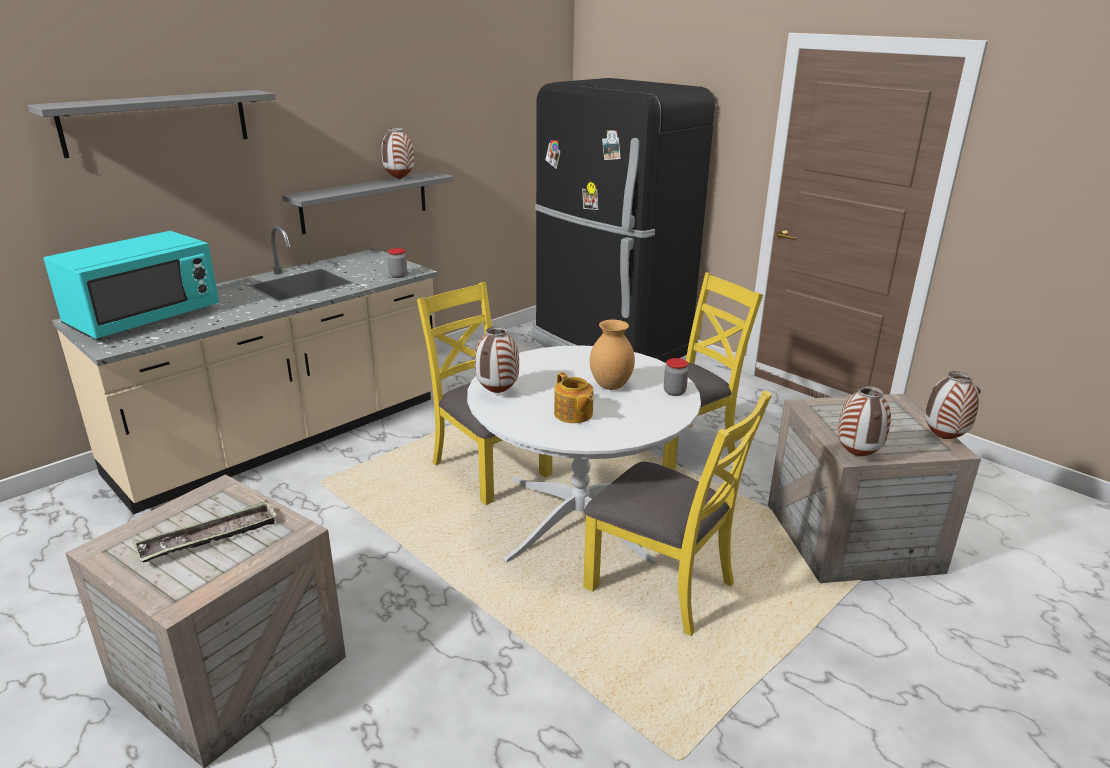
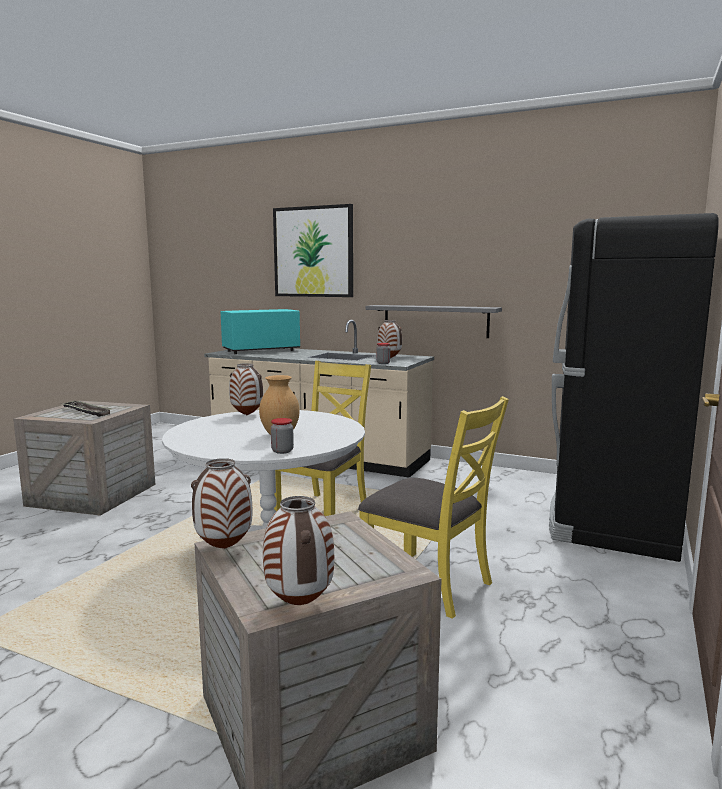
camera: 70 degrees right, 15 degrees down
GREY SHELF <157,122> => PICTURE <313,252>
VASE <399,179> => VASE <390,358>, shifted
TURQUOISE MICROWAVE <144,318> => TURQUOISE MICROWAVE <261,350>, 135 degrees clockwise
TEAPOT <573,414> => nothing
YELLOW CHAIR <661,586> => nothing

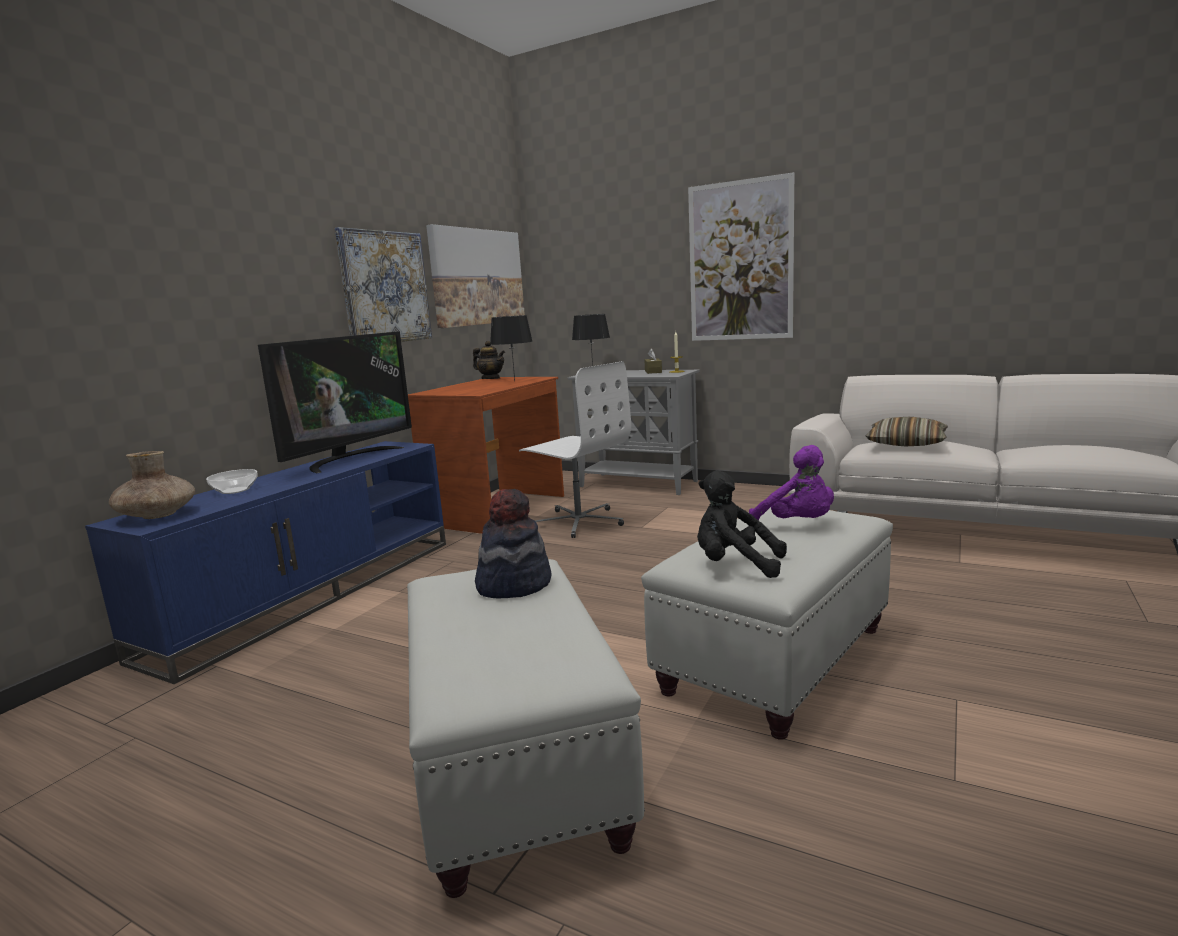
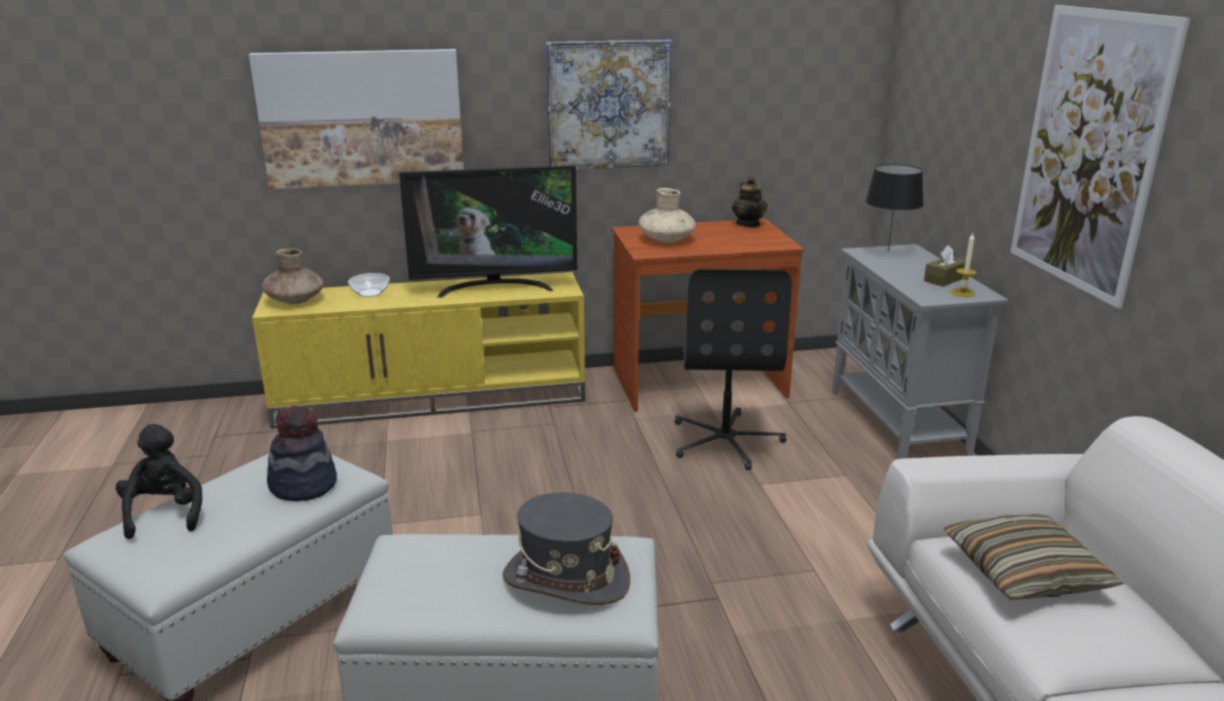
camera: 50 degrees right, 10 degrees up
PICTURE <477,277> => PICTURE <362,118>, shifted
BLACK TABLE LAMP <515,381> => nothing
WHITE OFFICE CHAIR <579,522> => BLACK OFFICE CHAIR <726,440>
BLUE TV STAND <311,593> => YELLOW TV STAND <433,398>
PURPLE PLUSH TOY <798,524> => GREY HAT <565,579>
BLACK PLUSH TOY <735,565> => BLACK PLUSH TOY <165,514>, shifted
nothing => BEIGE VASE <666,240>

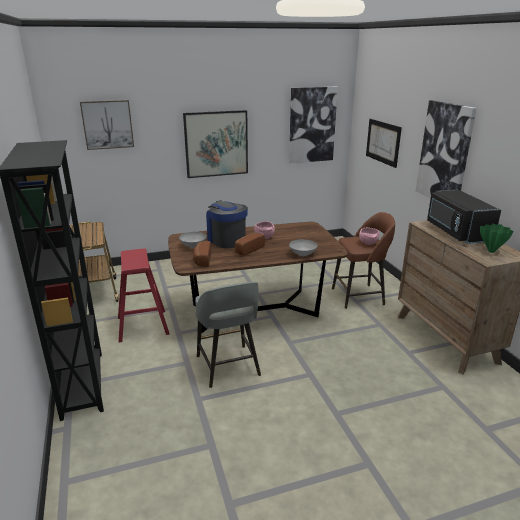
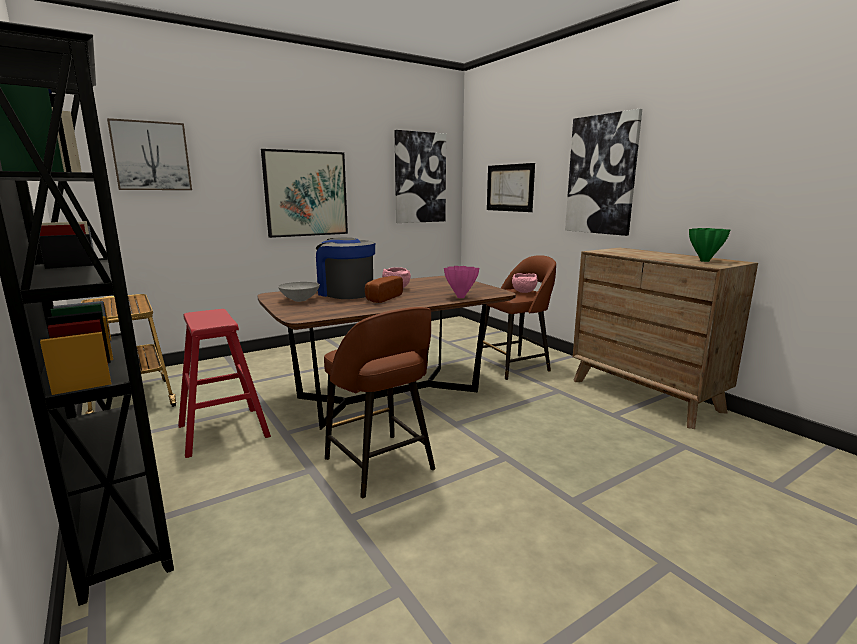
camera: 15 degrees left, 10 degrees down
BLACK MICROWAVE <456,232> => nothing
GREY BOWL <303,254> => PINK VASE <460,297>
BREAD <201,260> => nothing
GREY STOOL <228,367> => BROWN STOOL <380,465>

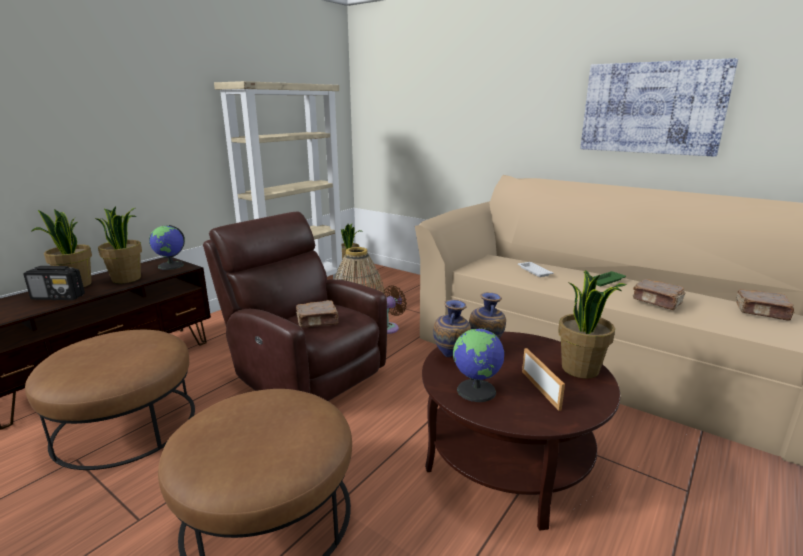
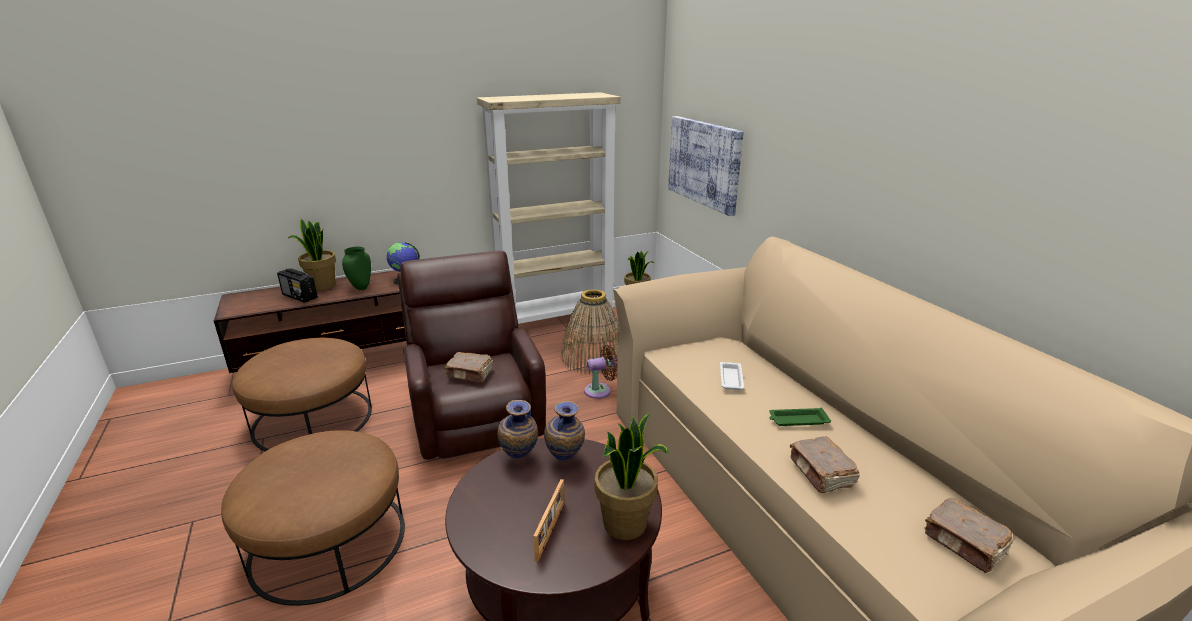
camera: 30 degrees right, 5 degrees up
PICTURE <652,108> => PICTURE <705,163>, shifted
POTTED PLANT <127,278> => GREEN VASE <361,288>
GLOBE <477,391> => nothing

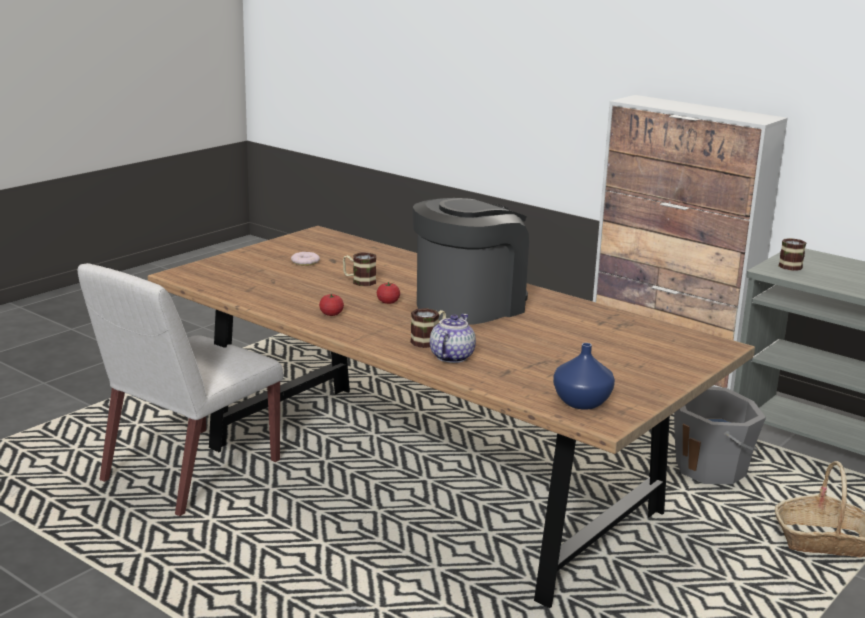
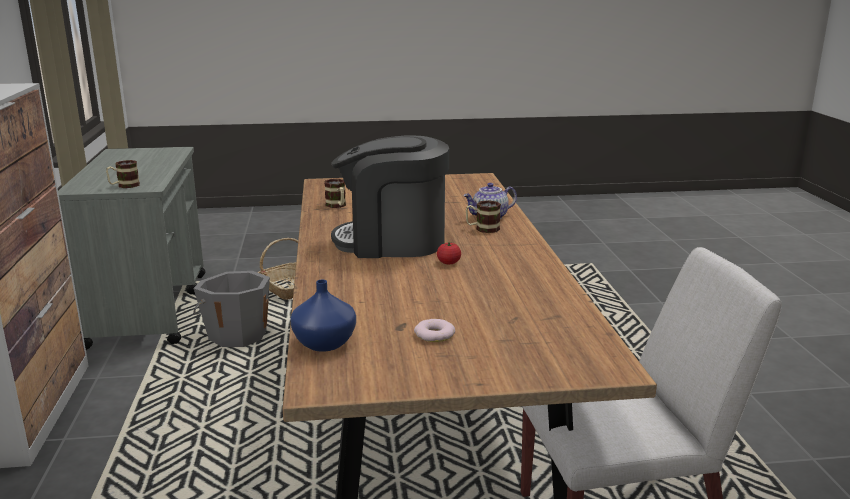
camera: 135 degrees left, 0 degrees up
MUG <359,281> => MUG <337,206>, shifted
TOMATO <331,314> => nothing
BLUE VASE <581,402> => BLUE VASE <323,344>, shifted

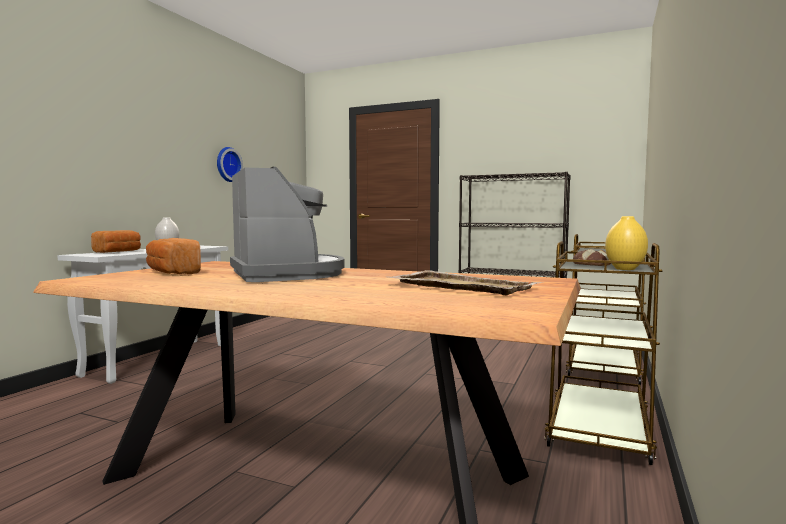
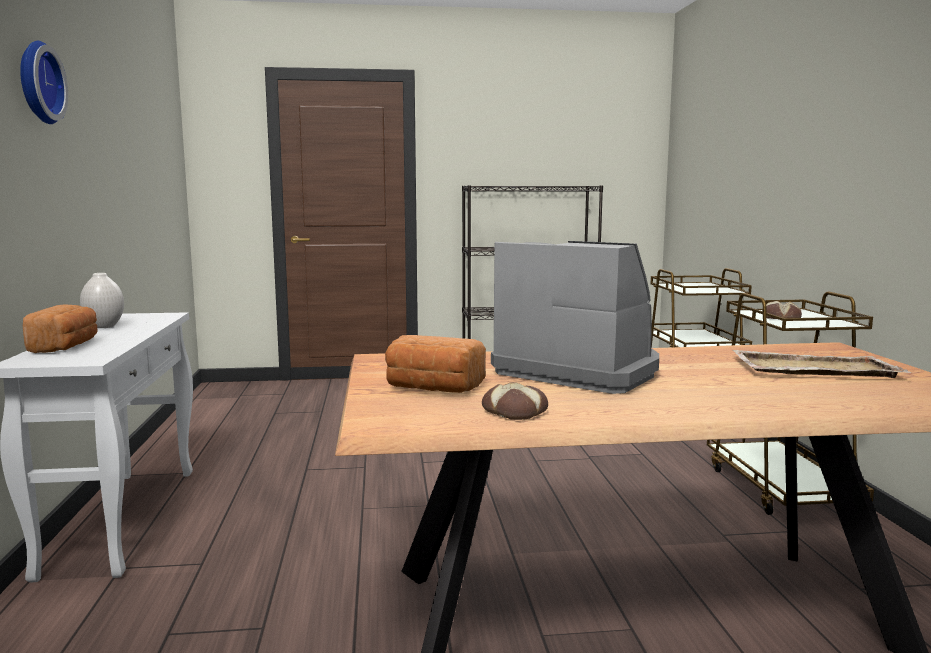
camera: 30 degrees left, 5 degrees up
WALL CLOCK <227,164> => WALL CLOCK <36,83>, shifted
YELLOW VASE <625,269> => nothing
nothing => BREAD <515,411>

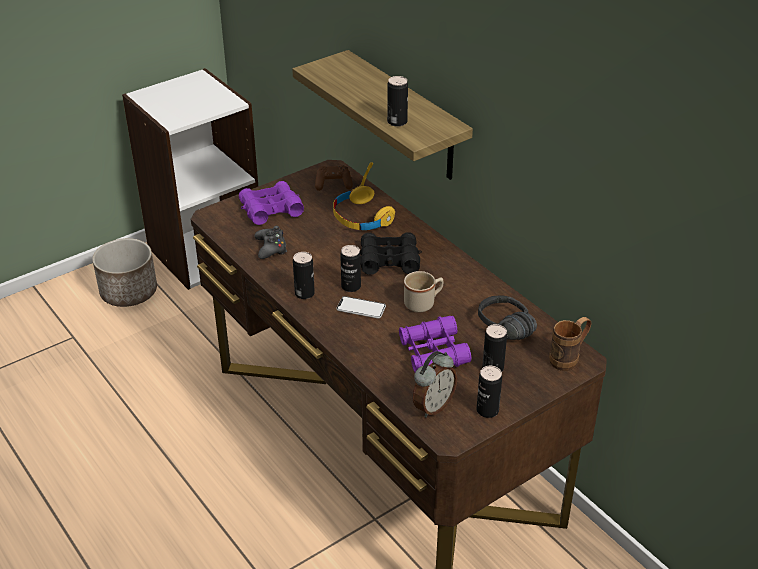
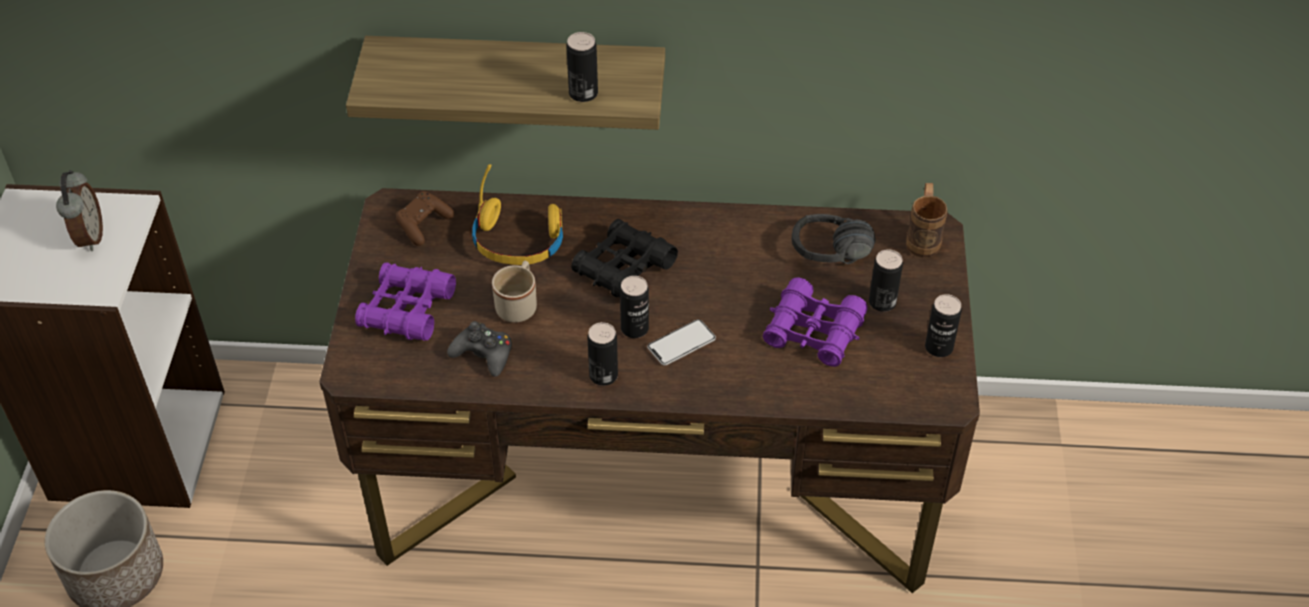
camera: 50 degrees left, 10 degrees up
BEIGE MUG <423,303> => BEIGE MUG <518,304>, shifted
ALARM CLOCK <432,406> => ALARM CLOCK <88,237>, shifted

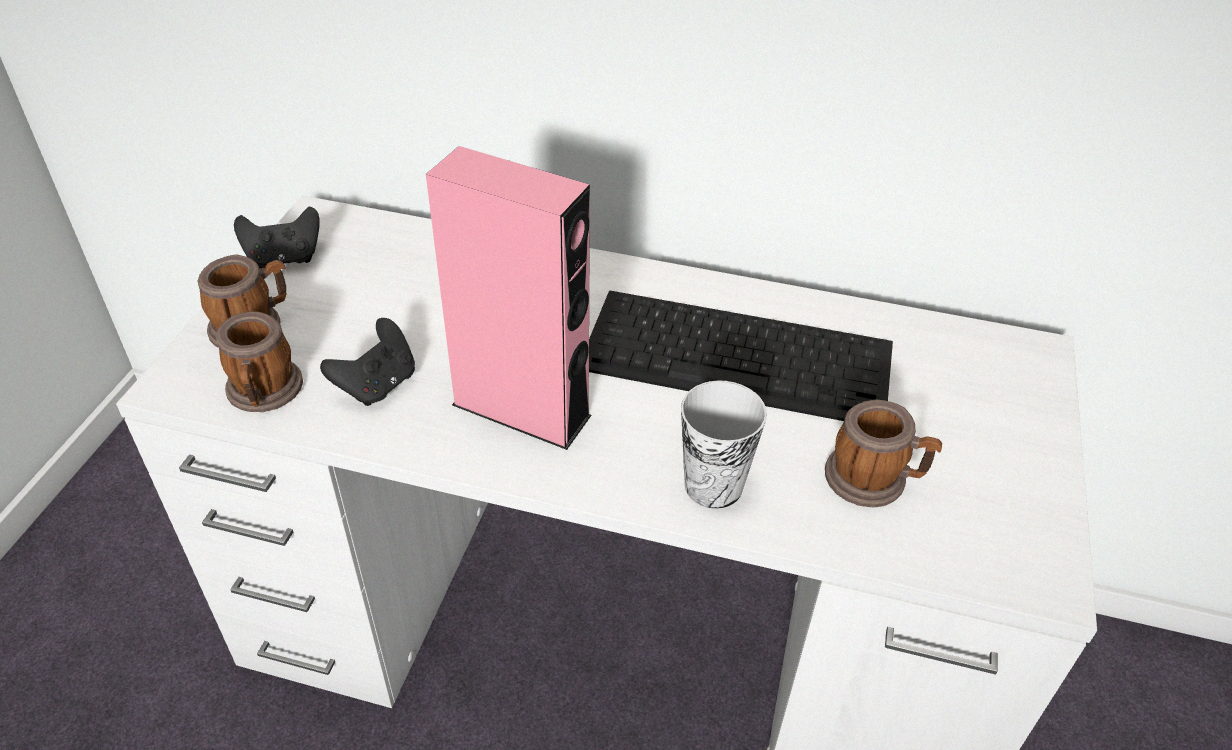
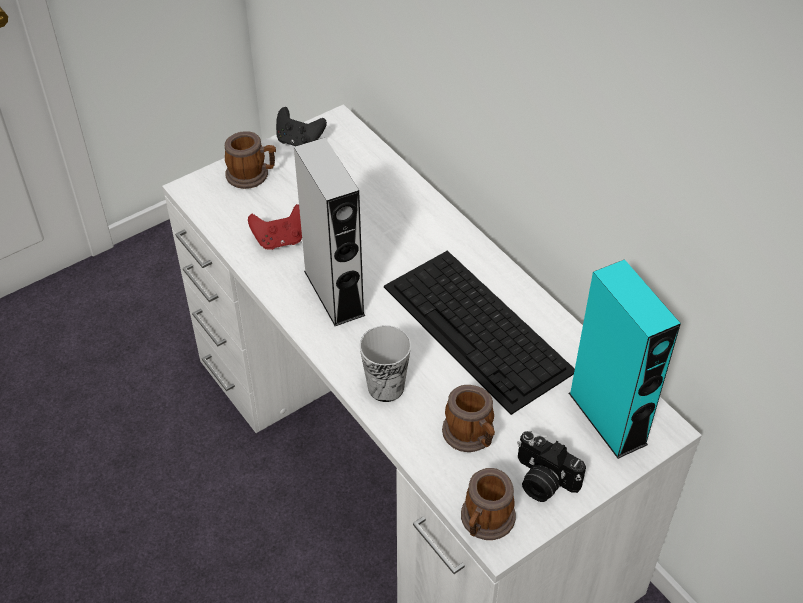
camera: 40 degrees right, 5 degrees up
PINK SPEAKER <521,410> => GREY SPEAKER <334,293>
MUG <264,393> => MUG <485,522>, shifted
BLACK GAME CONTROLLER <377,385> => RED GAME CONTROLLER <280,240>
nothing => TURQUOISE SPEAKER <607,418>
nothing => PHOTO CAMERA <542,481>

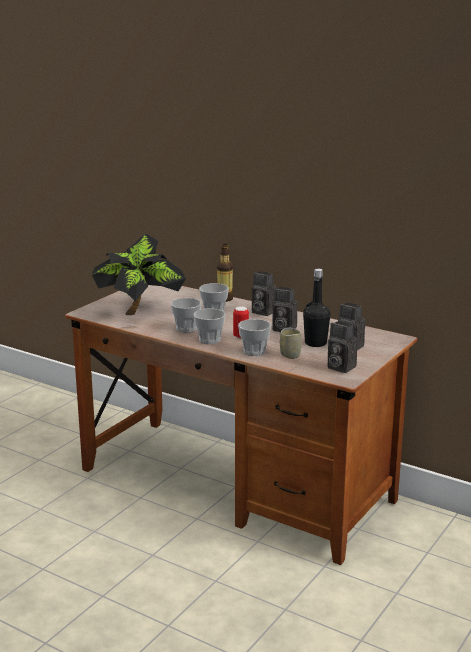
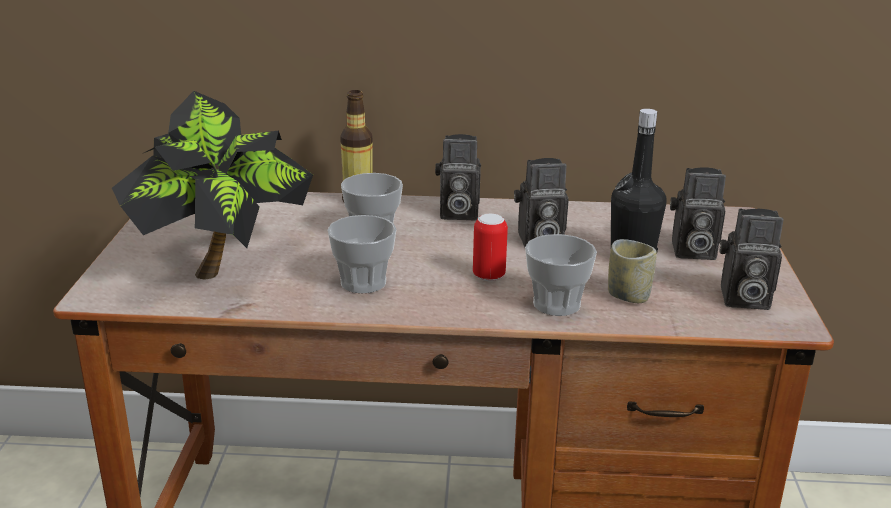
camera: 30 degrees left, 5 degrees up
CUP <209,340> => nothing

